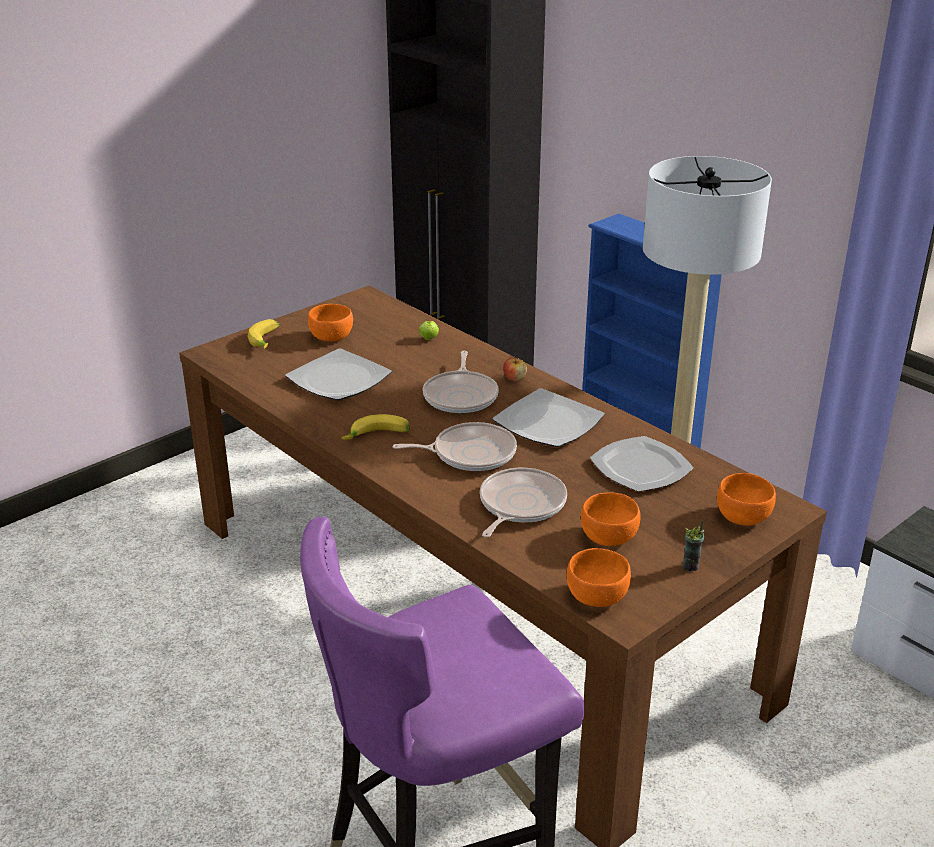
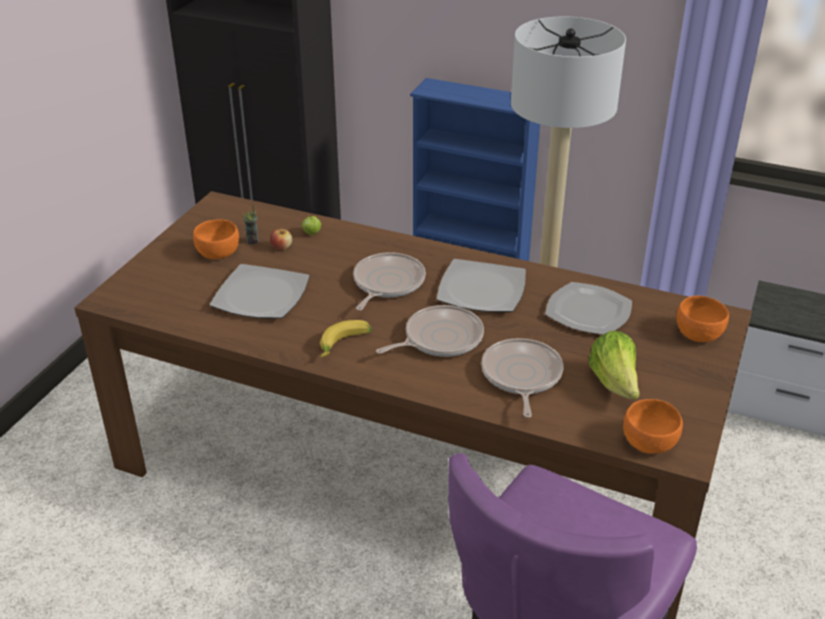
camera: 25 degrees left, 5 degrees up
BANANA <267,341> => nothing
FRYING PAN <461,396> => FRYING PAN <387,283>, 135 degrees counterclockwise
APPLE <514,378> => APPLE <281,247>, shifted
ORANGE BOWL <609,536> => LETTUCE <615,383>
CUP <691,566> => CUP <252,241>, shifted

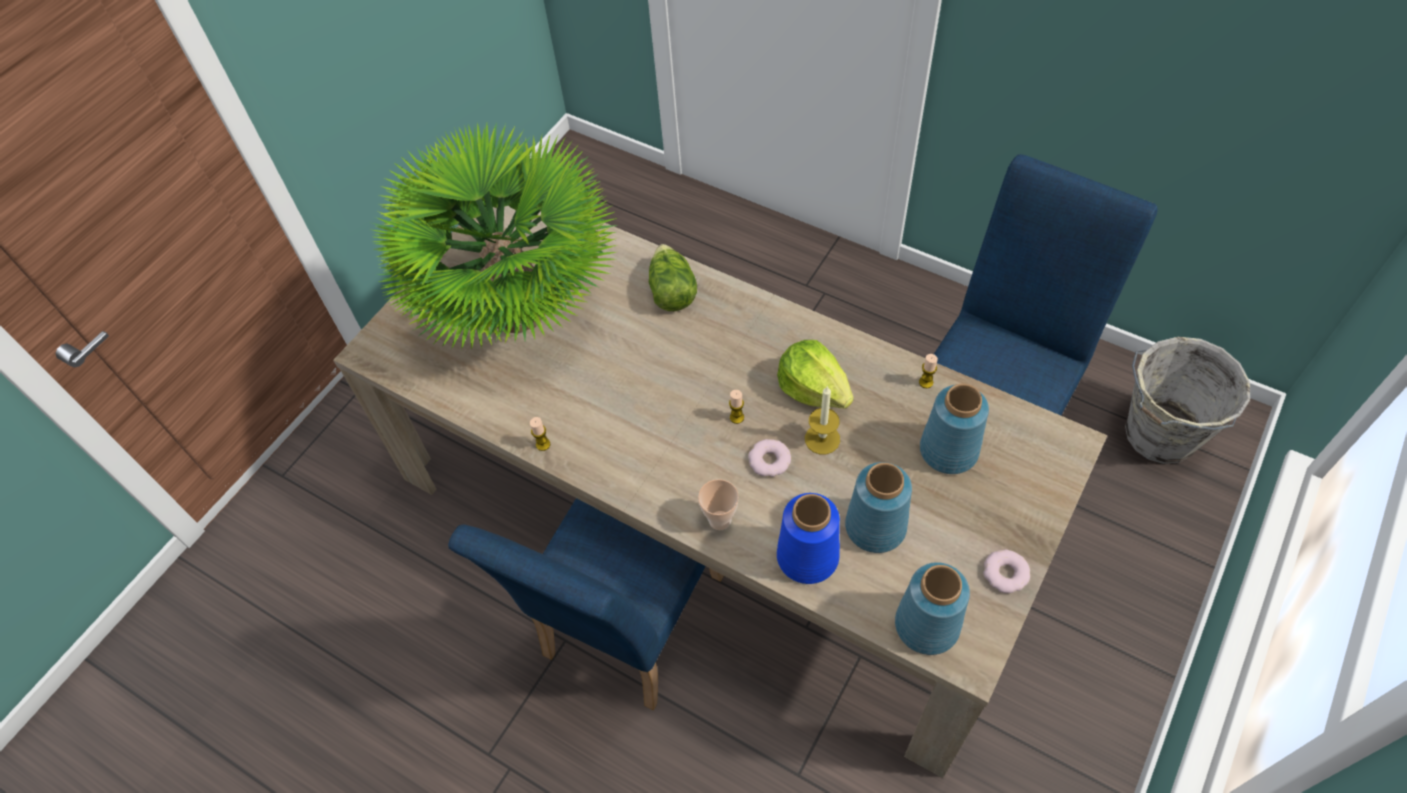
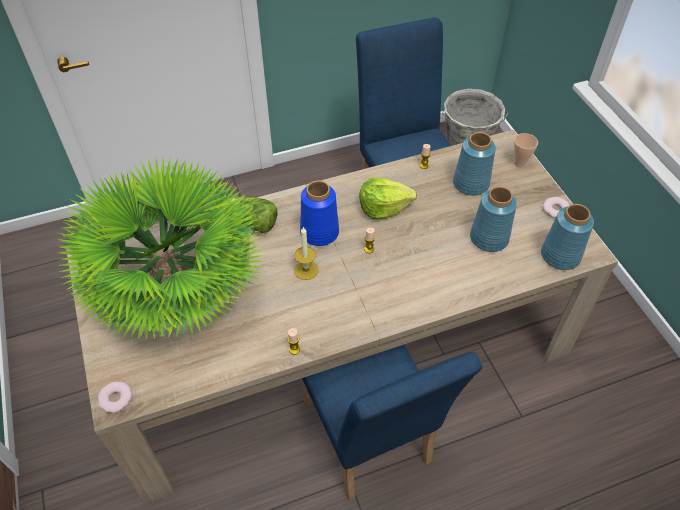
camera: 55 degrees left, 5 degrees down
CANDLE <822,439> => CANDLE <306,270>, shifted
DONUT <769,461> => DONUT <116,399>, shifted
CUP <720,520> => CUP <520,163>, shifted
BLUE VASE <808,557> => BLUE VASE <320,232>, shifted

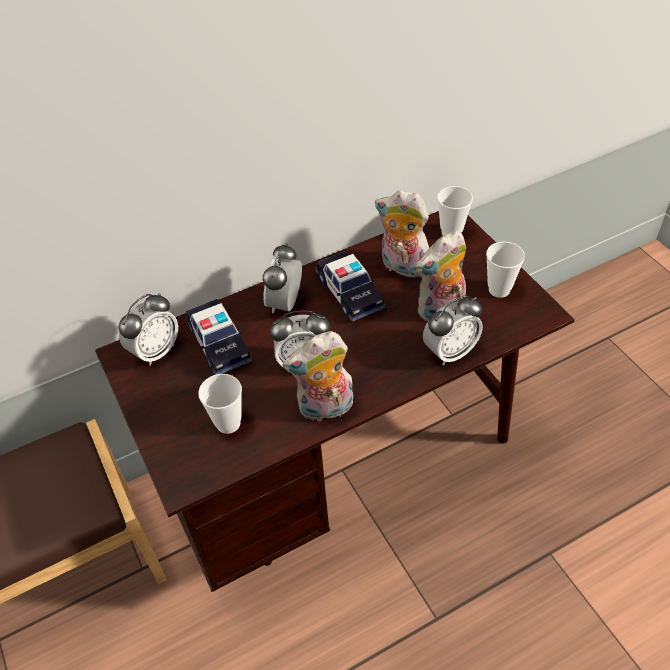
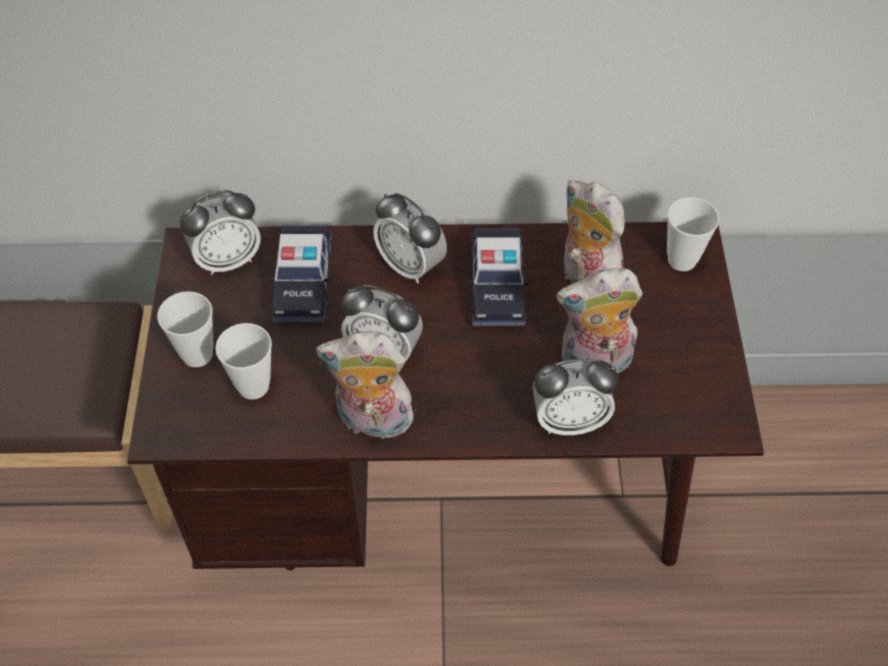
camera: 25 degrees right, 5 degrees up
CUP <499,290> => CUP <197,354>, shifted
ALARM CLOCK <285,303> => ALARM CLOCK <410,265>, 90 degrees counterclockwise

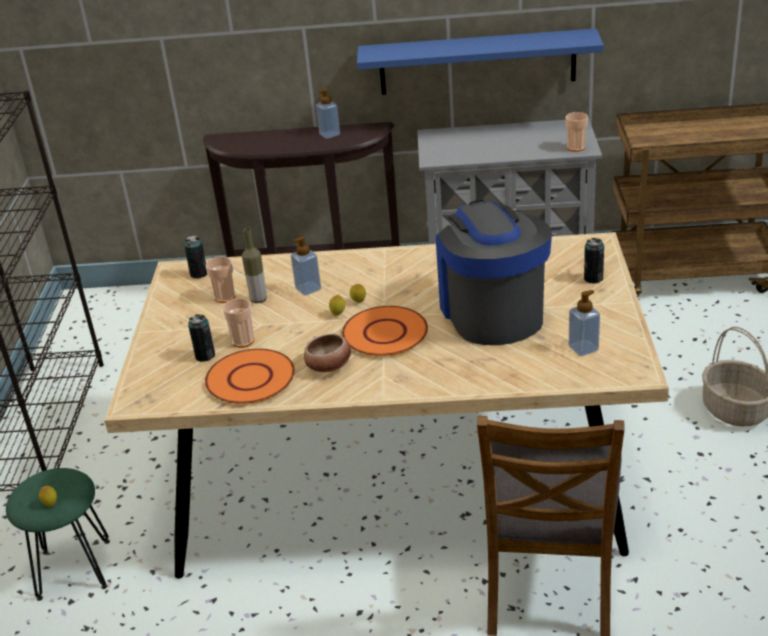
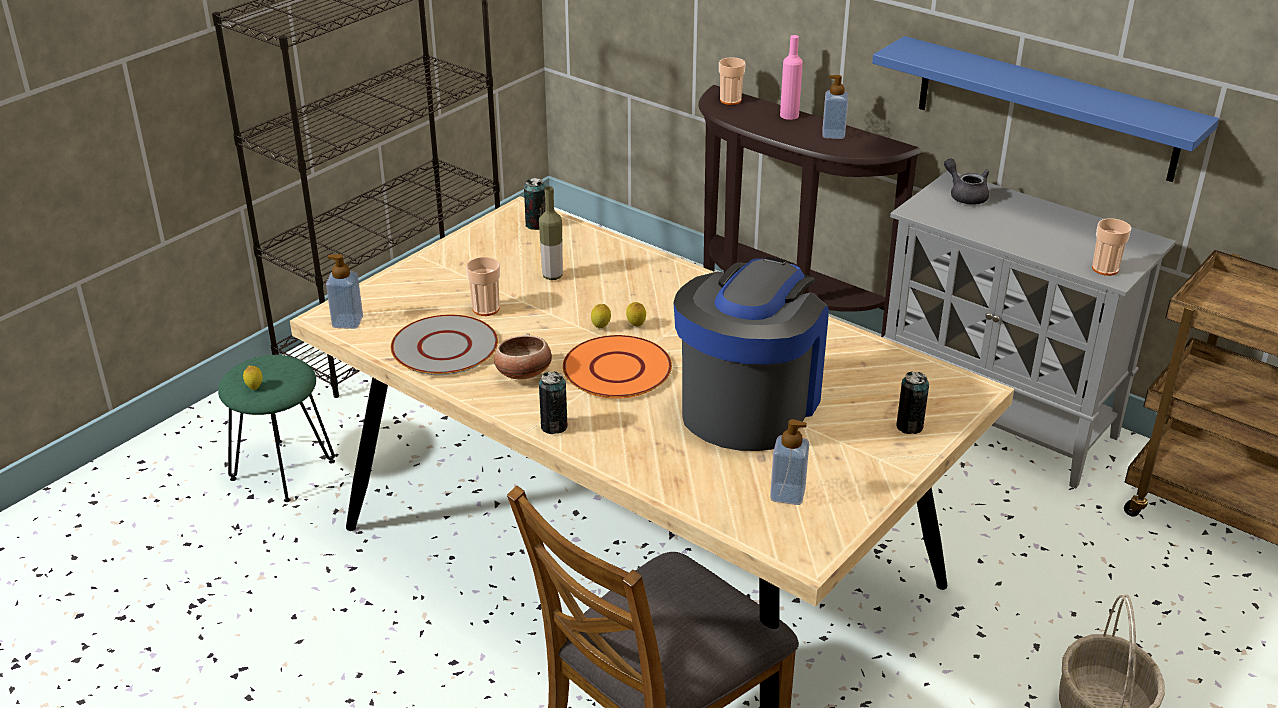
camera: 35 degrees right, 0 degrees up
SOAP DISPENSER <308,289> => SOAP DISPENSER <347,322>, shifted
CUP <225,297> => CUP <730,100>, shifted
CAN <205,356> => CAN <554,426>, shifted
ORANGE PLATE <251,378> => GREY PLATE <445,347>
nothing => PINK BOTTLE <789,115>
nothing => GREY TEAPOT <965,195>

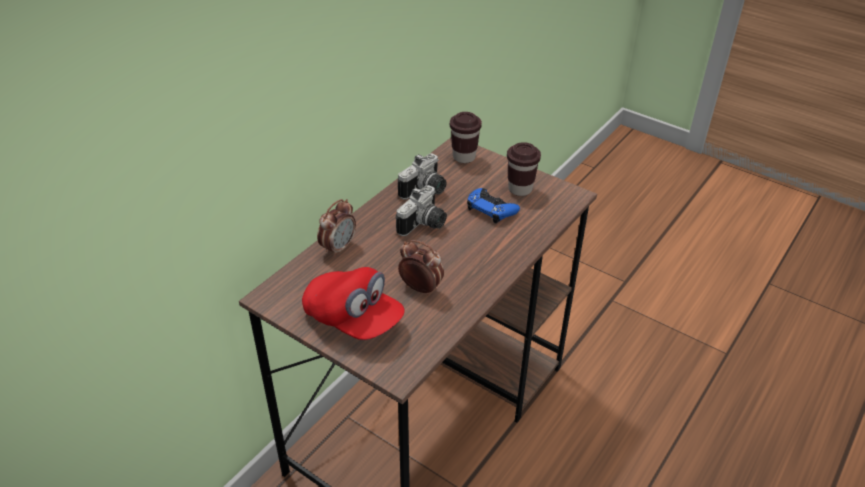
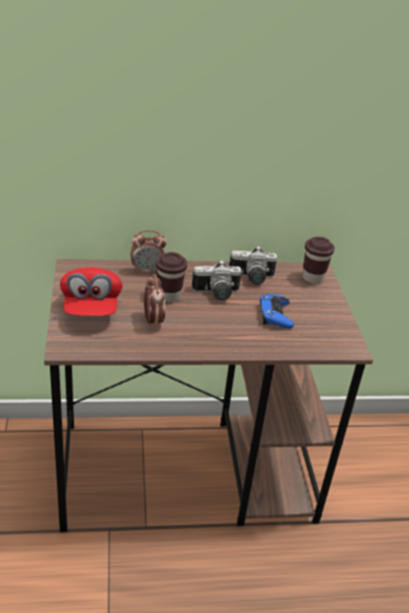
camera: 45 degrees right, 5 degrees down
BROWN CUP <520,189> => BROWN CUP <169,296>, shifted

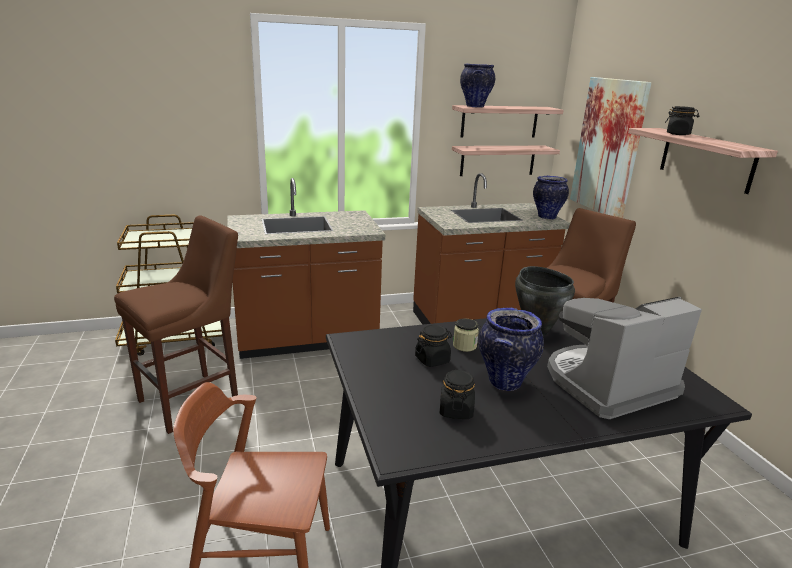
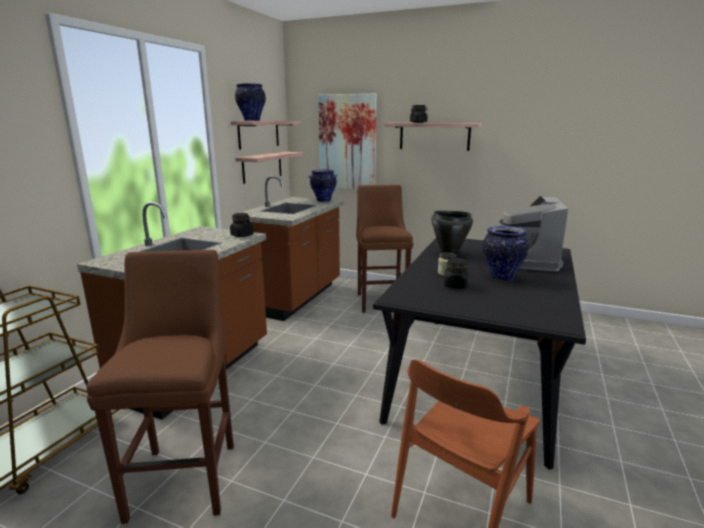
camera: 50 degrees left, 5 degrees down
BLACK JAR <456,410> => BLACK JAR <242,235>, shifted

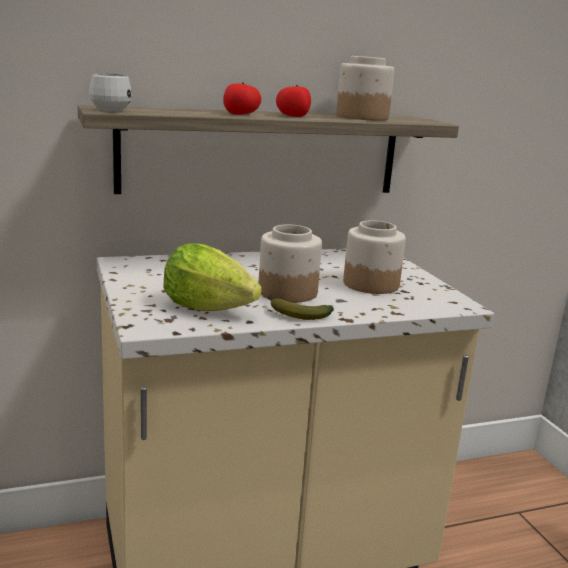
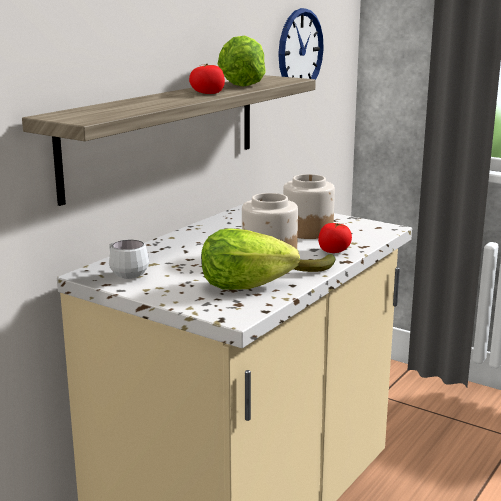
camera: 35 degrees left, 0 degrees up
JAR <361,117> => LETTUCE <243,84>
WHITE MUG <112,109> => WHITE MUG <125,274>, shifted
TOMATO <241,114> => TOMATO <334,251>, shifted
nothing => WALL CLOCK <300,51>

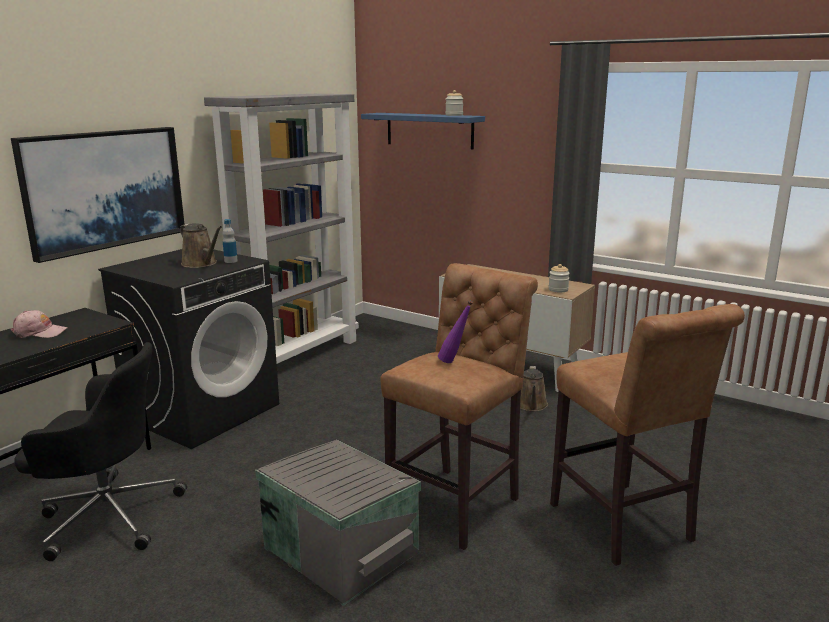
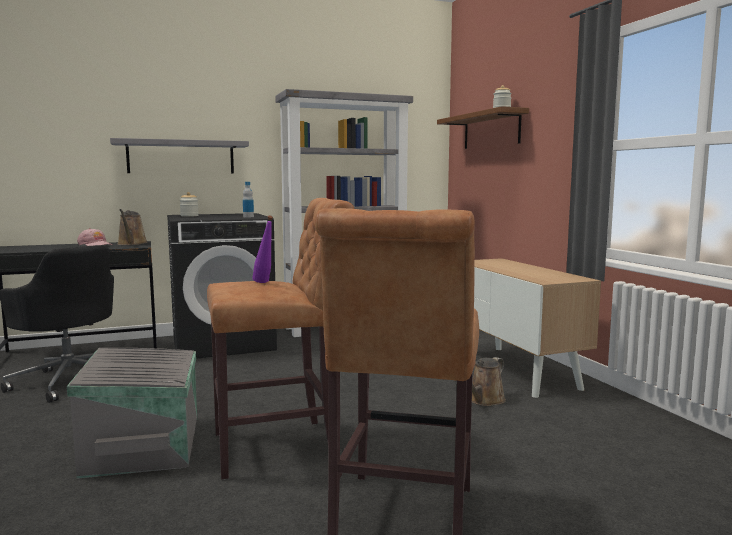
camera: 35 degrees right, 10 degrees down
BLUE SHELF <429,130> => BROWN SHELF <491,130>
PICTURE <104,189> => GREY SHELF <181,157>
BROWN WATERING CAN <201,264> => BROWN WATERING CAN <131,244>, shifted
JAR <558,290> => JAR <189,216>, shifted

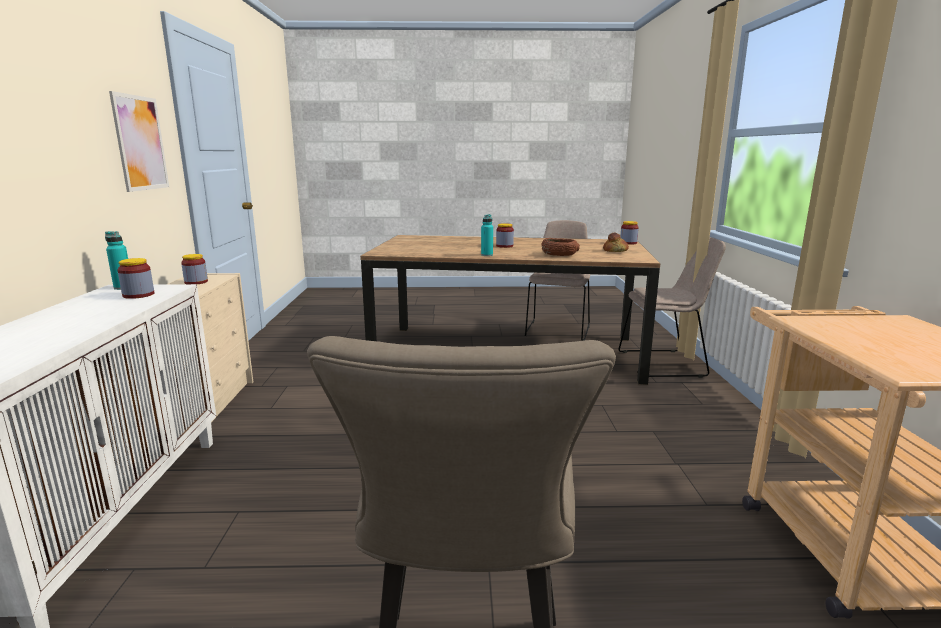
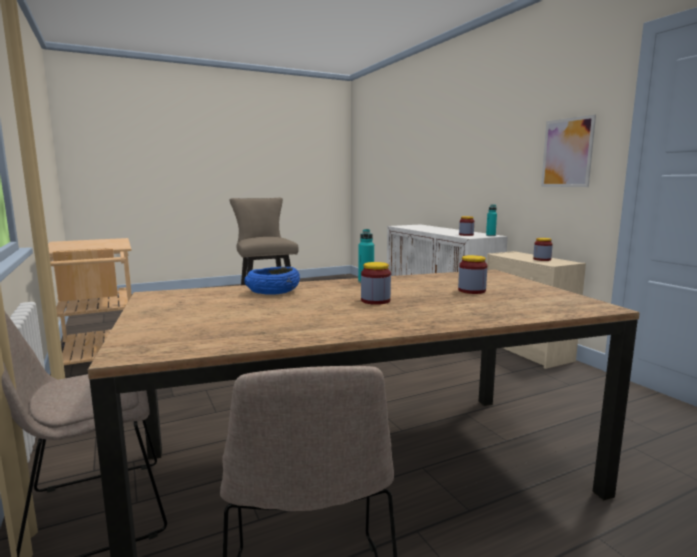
camera: 155 degrees right, 5 degrees down
JAR <628,243> => JAR <471,291>, shifted
BREAD <615,251> => nothing
BROWN BOWL <559,254> => BLUE BOWL <273,292>

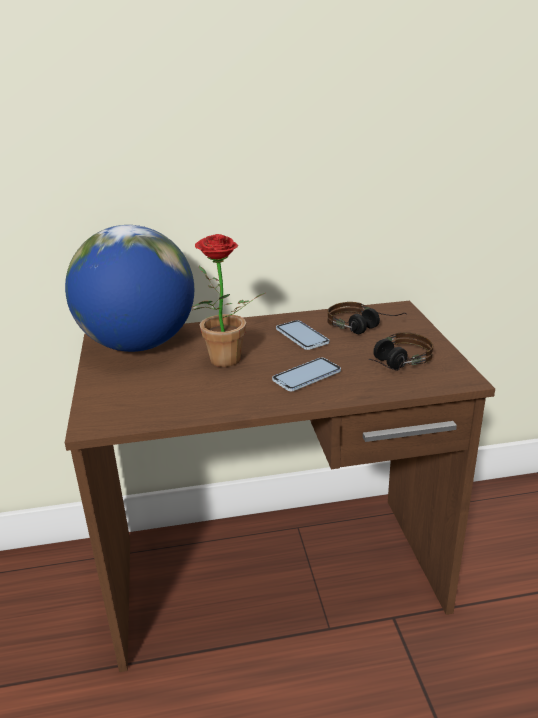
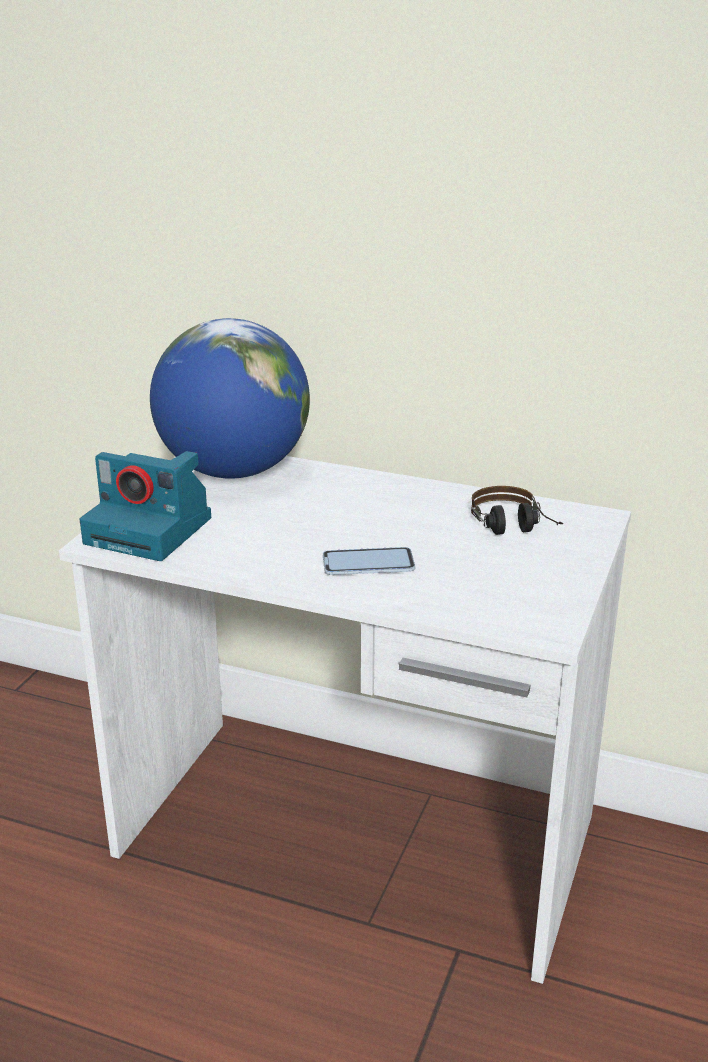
camera: 30 degrees right, 0 degrees up
POTTED PLANT <226,363> => nothing
BROWN DESK <278,577> => WHITE DESK <355,840>
PHONE <302,336> => nothing
HEADPHONES <393,364> => nothing
nothing => PHOTO CAMERA <151,530>

